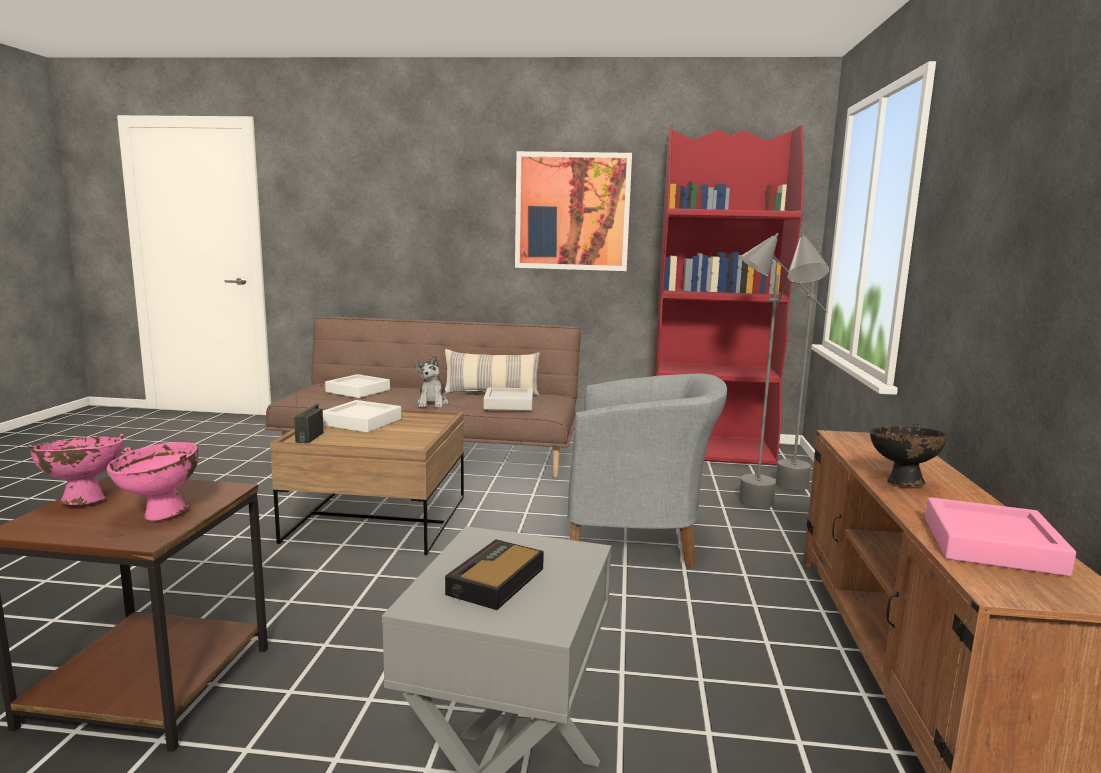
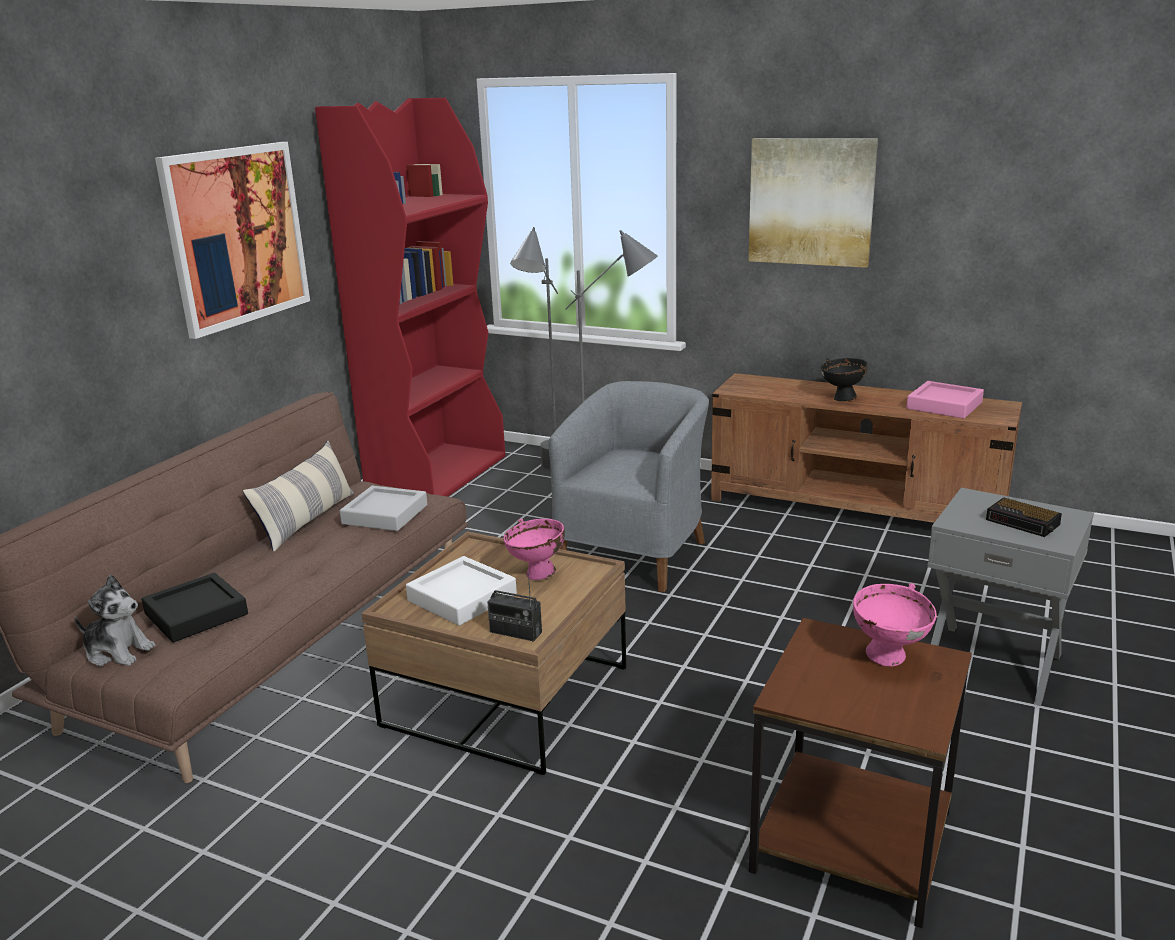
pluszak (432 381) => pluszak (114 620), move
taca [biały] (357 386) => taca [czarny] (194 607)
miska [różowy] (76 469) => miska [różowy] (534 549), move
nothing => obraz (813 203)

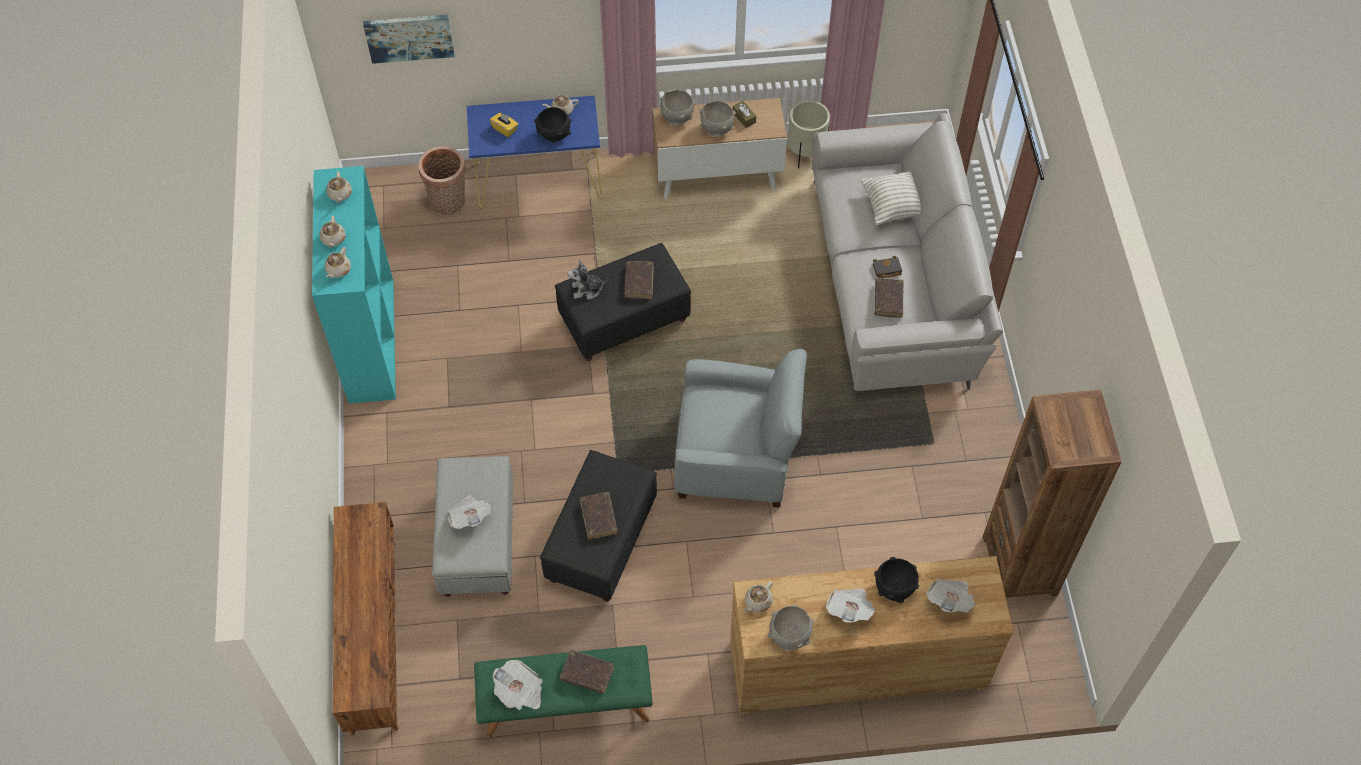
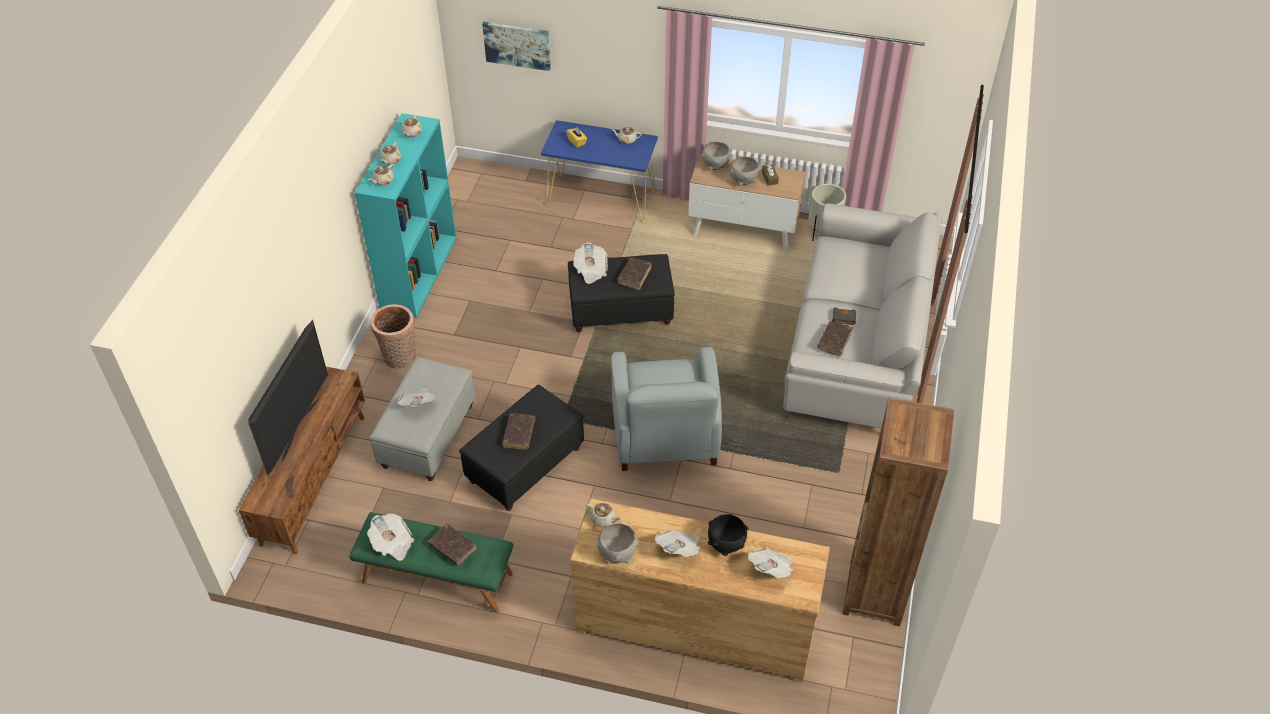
nothing => telewizor (288 398)
koszyk (442 181) => koszyk (393 336), move
pluszak (588 279) => gazeta (590 263)
imbryk [beżowy] (758 596) => imbryk [beżowy] (603 514), 120 degrees counterclockwise
fotel [szary] (740 428) => fotel [szary] (666 409), 60 degrees clockwise
miska [czarny] (552 125) => nothing
poduszka (891 198) => nothing

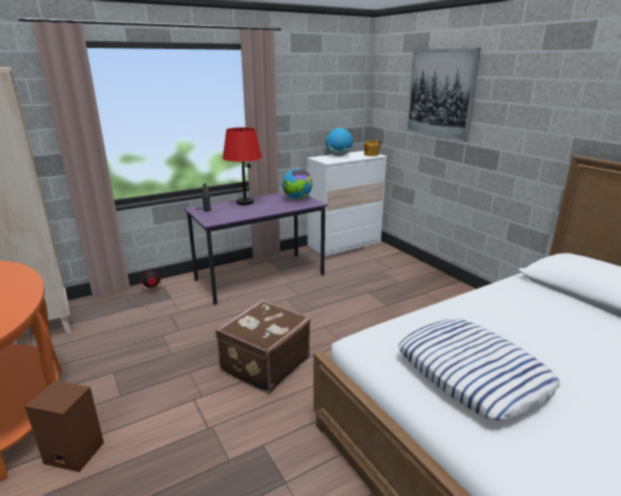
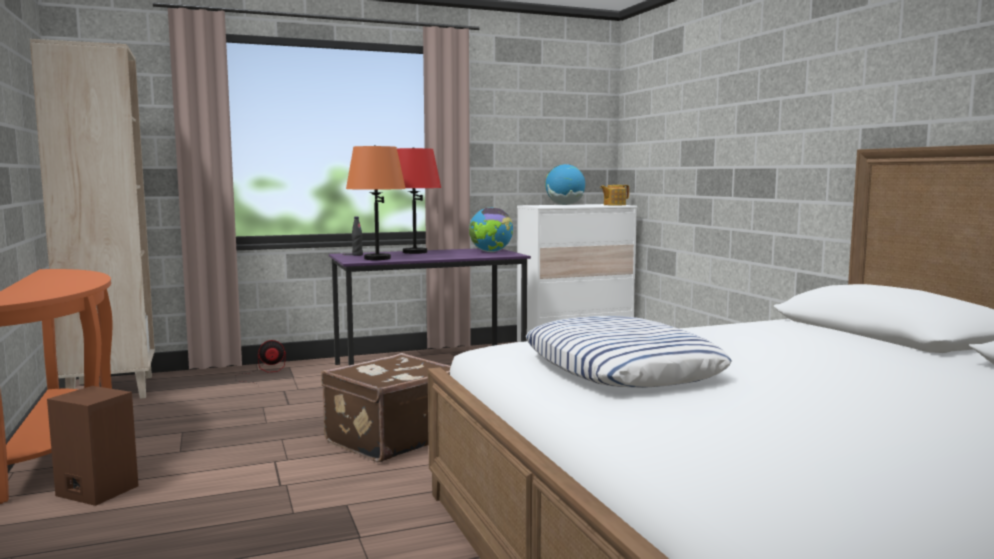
nothing => lampa stołowa [pomarańczowy] (376 202)
obraz (444 95) => nothing

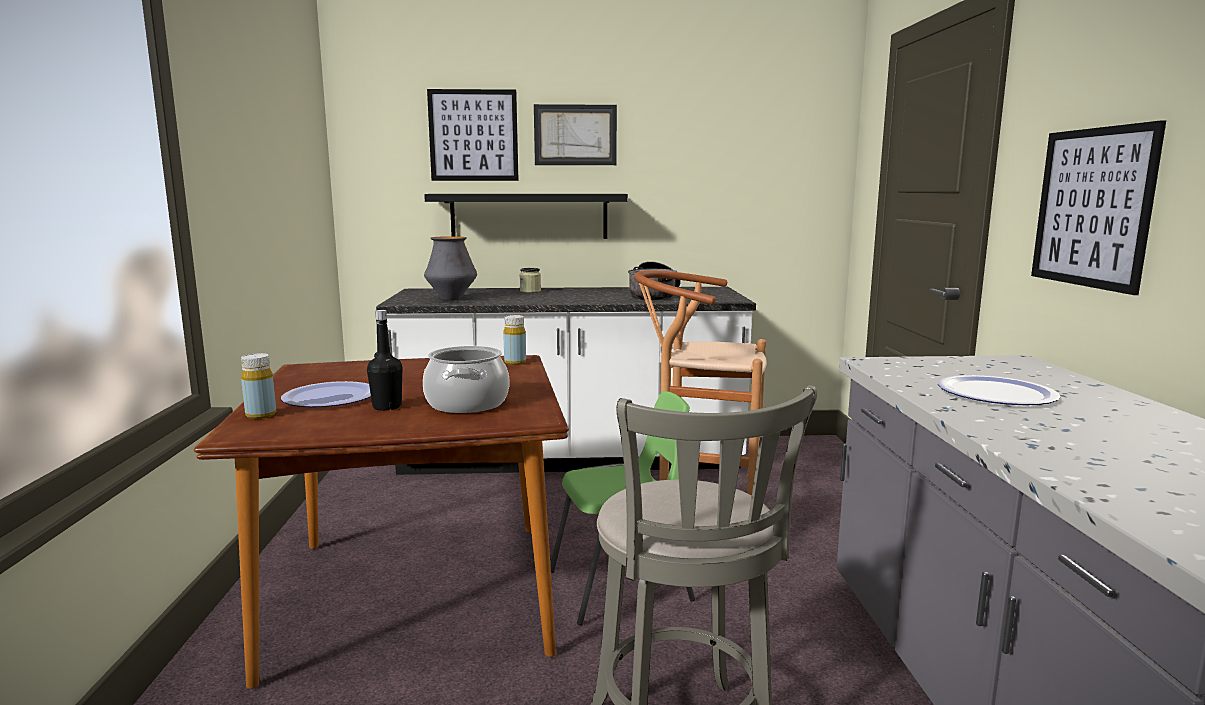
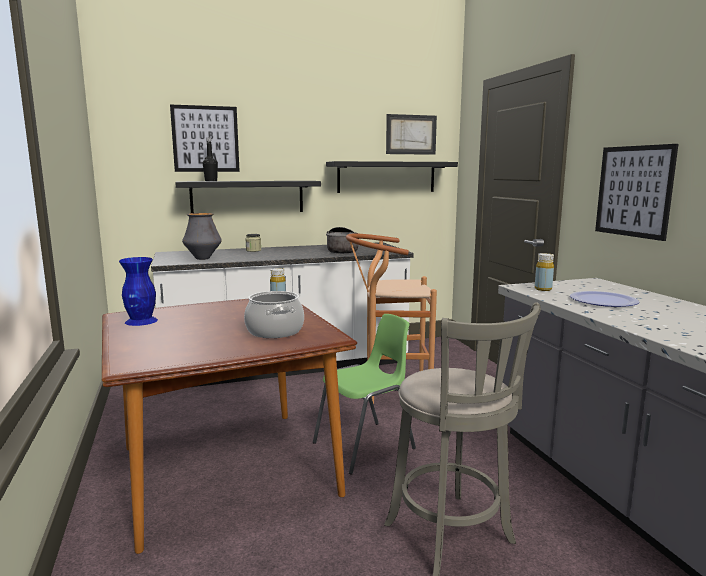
nothing => wazon [niebieski] (138 291)
butelka [czarny] (384 360) => butelka [czarny] (210 159), move
nothing => półka [czarny] (392 177)
obraz (575 134) => obraz (411 134), move
butelka [żółty] (258 386) => butelka [żółty] (544 272), move
talerz (326 394) => nothing

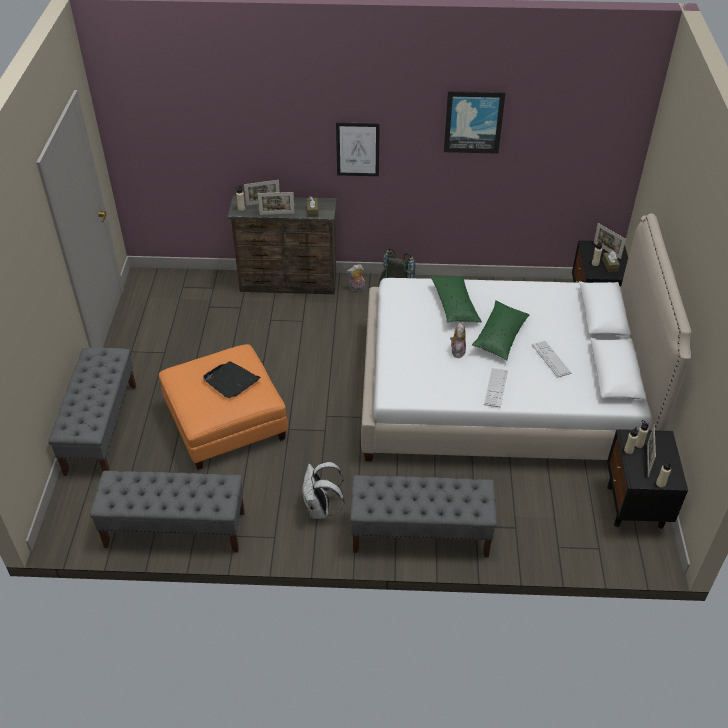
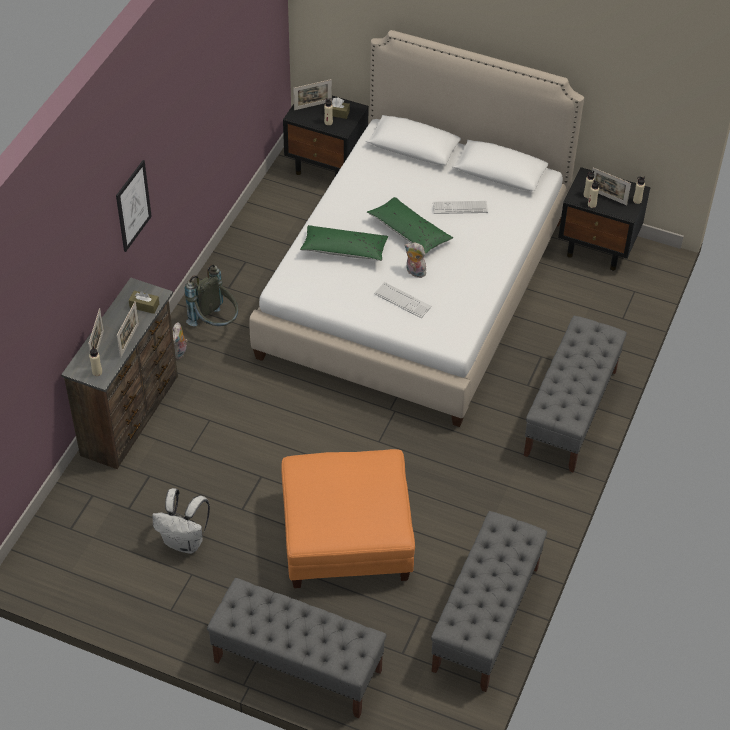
plecak [biały] (323 490) => plecak [biały] (181 521), move
klawiatura (496 387) => klawiatura (403 300), move
taca [czarny] (232 379) => nothing
obraz (474 122) => nothing

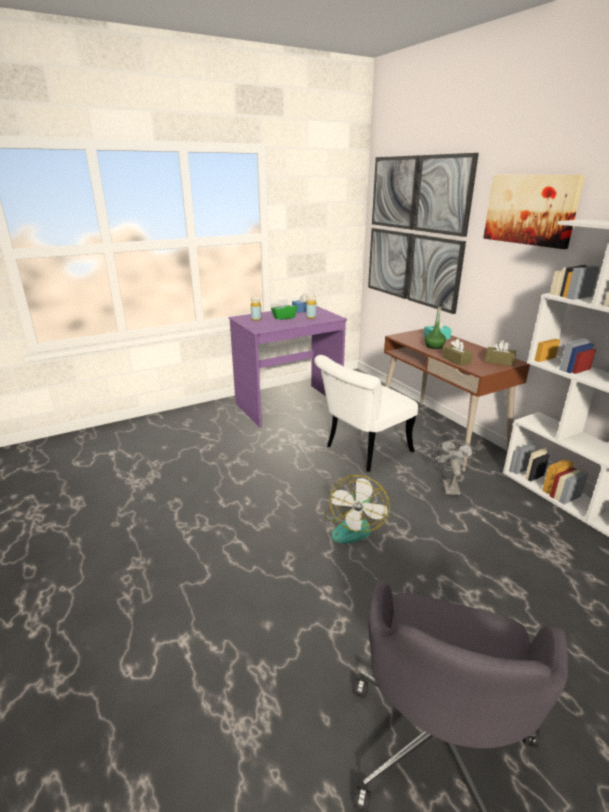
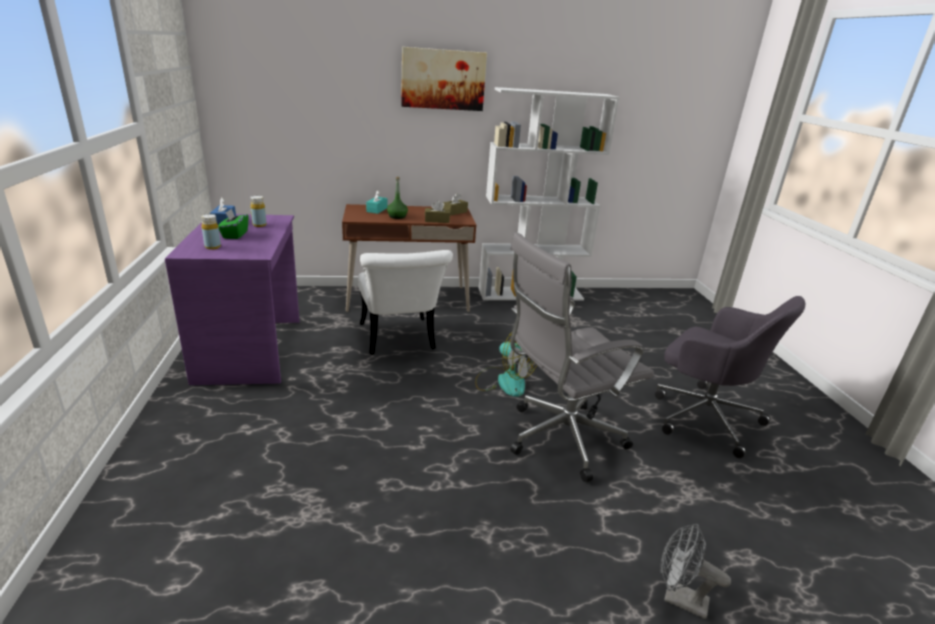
nothing => krzesło biurowe [szary] (582 357)
wentylator [szary] (453 467) => wentylator [szary] (696 571), move
obraz (423 233) => nothing

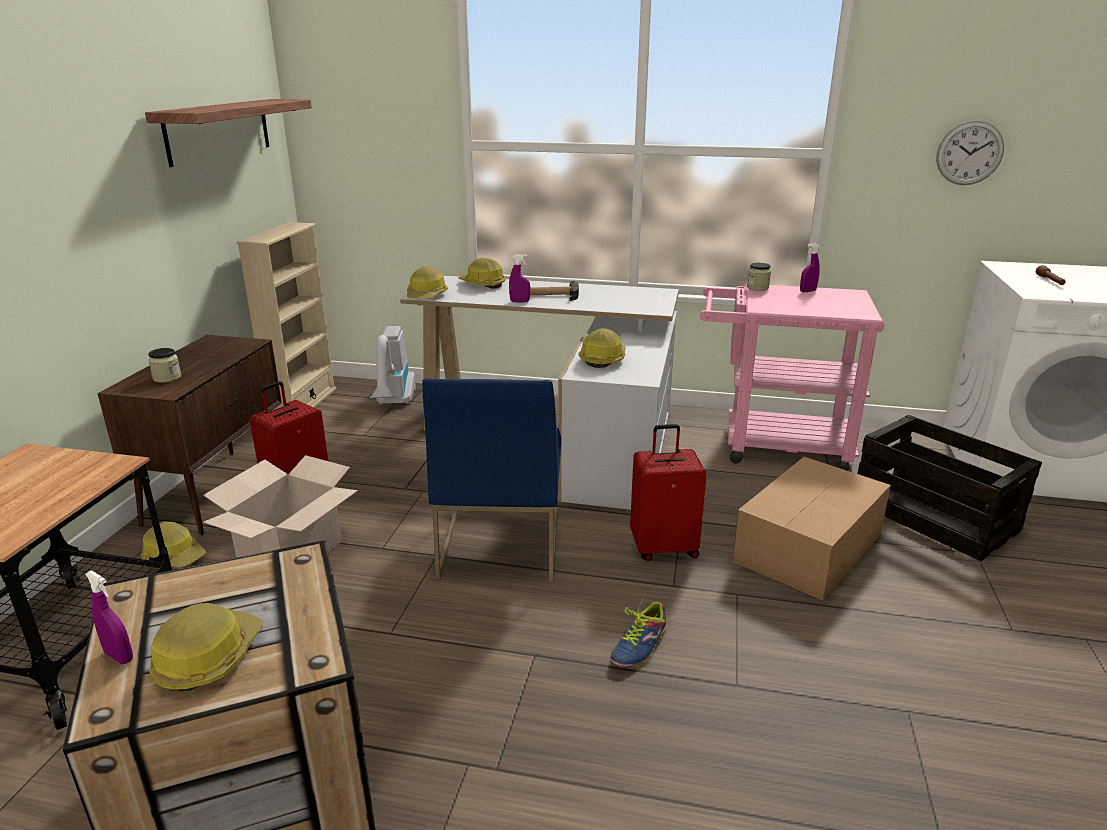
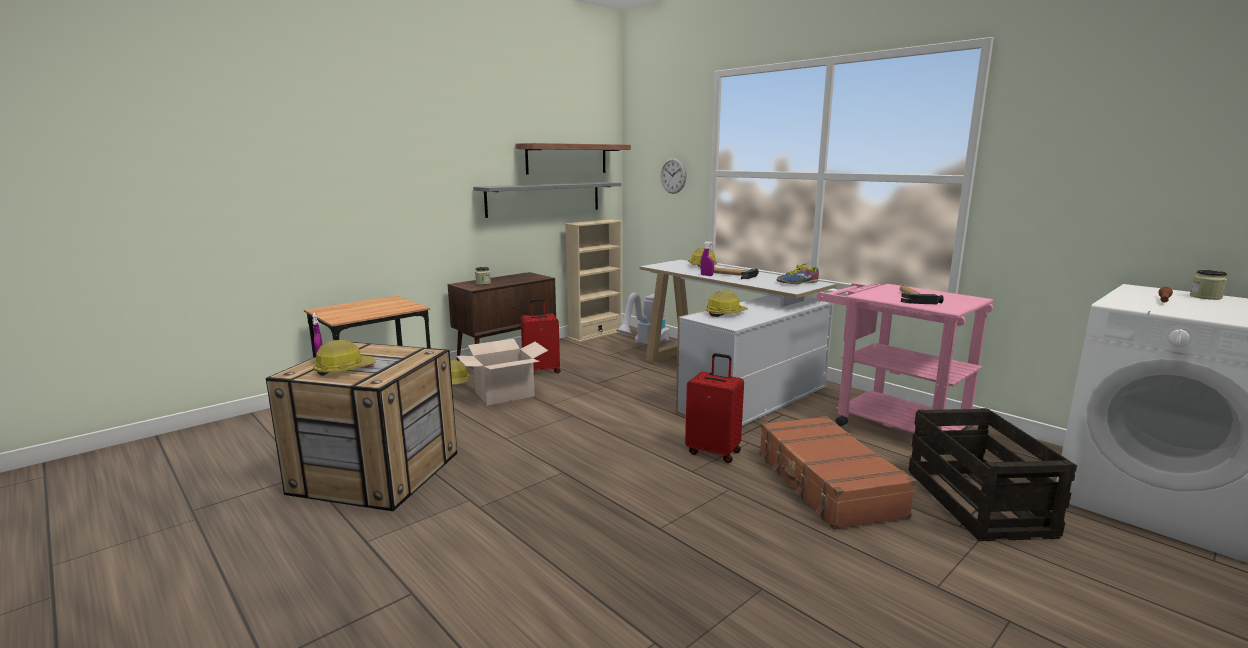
nothing => półka [szary] (547 200)
zegar ścienny (970 153) => zegar ścienny (673 175), move
karton (811 529) => walizka [brązowy] (837 473)
but (638 632) => but (798 273), move
nothing => młotek (922 294)
słoik (759 277) => słoik (1208 285), move
kask (427 282) => nothing
krzesło [niebieski] (491 480) => nothing
spryskiwacz [fioletowy] (810 267) => nothing

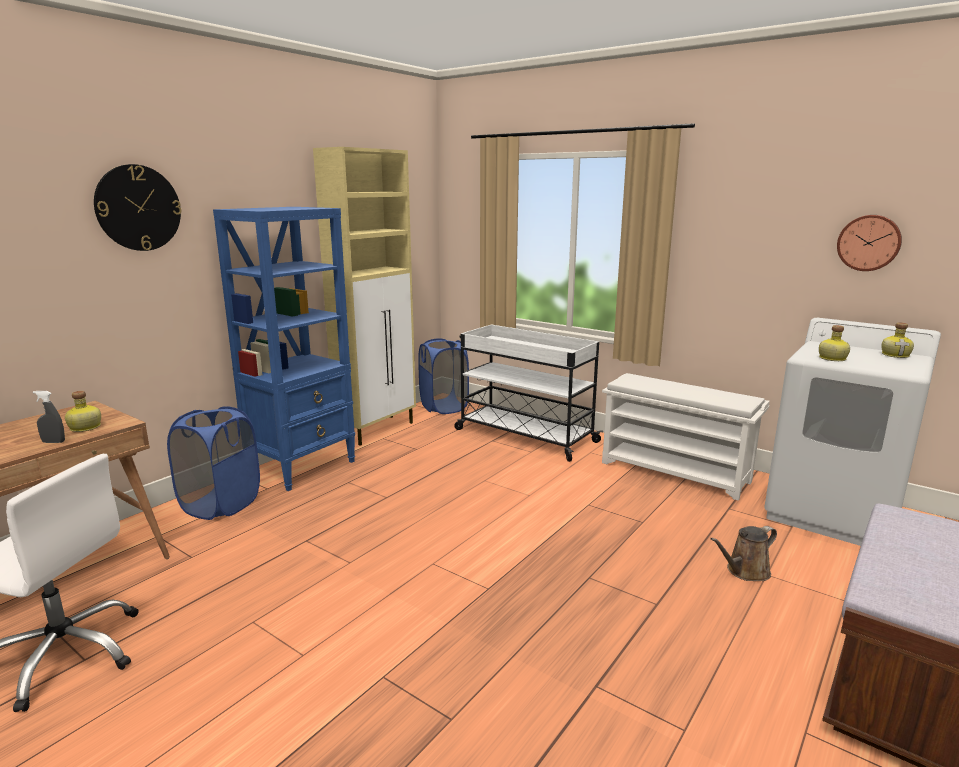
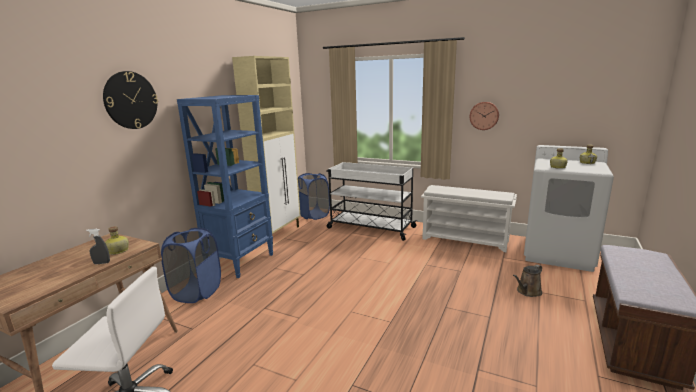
zegar ścienny (869 243) => zegar ścienny (484 116), move

